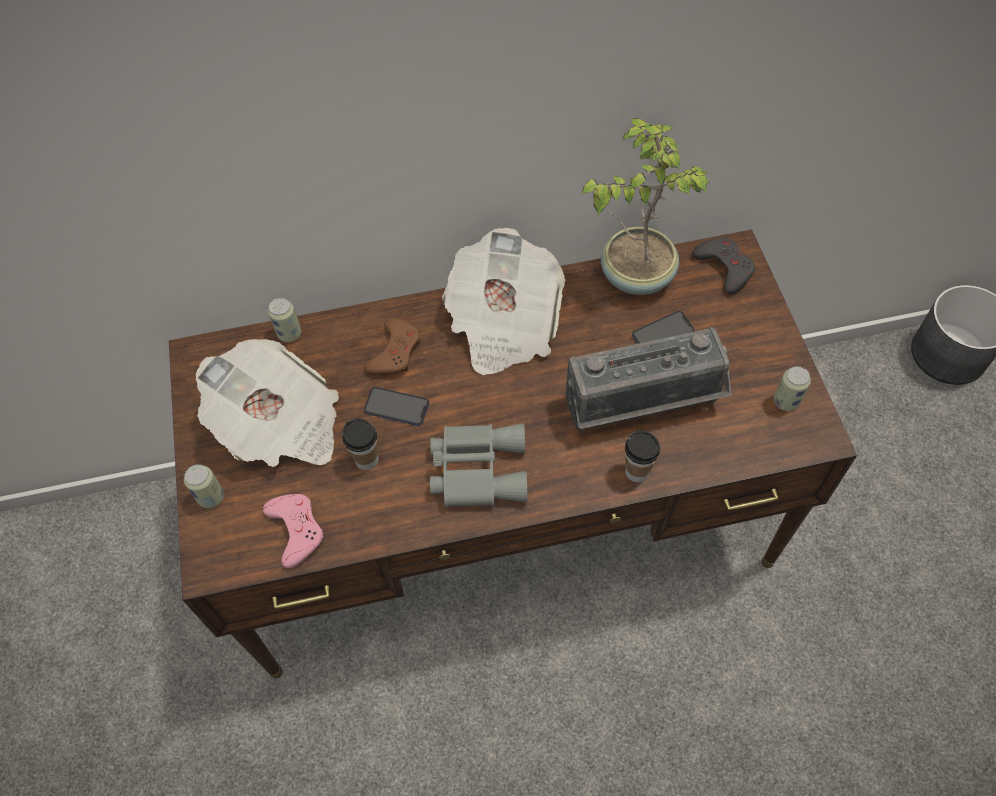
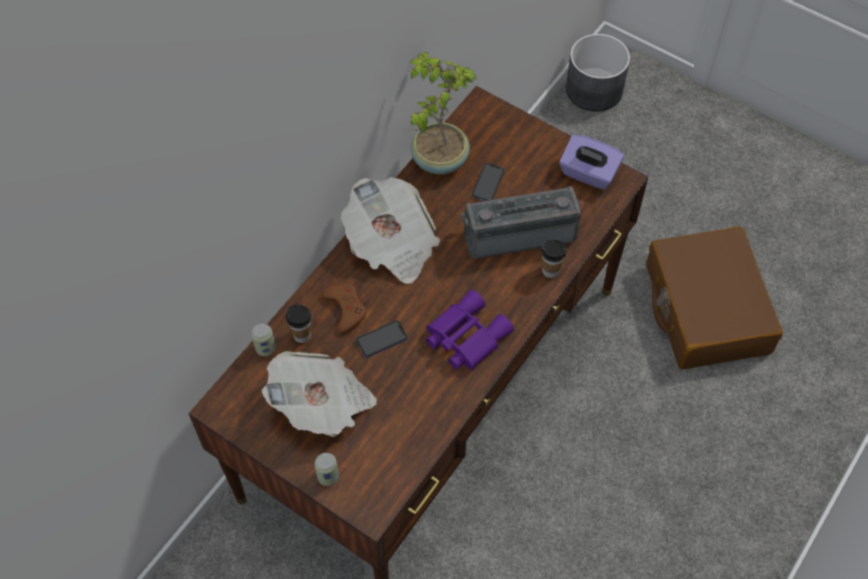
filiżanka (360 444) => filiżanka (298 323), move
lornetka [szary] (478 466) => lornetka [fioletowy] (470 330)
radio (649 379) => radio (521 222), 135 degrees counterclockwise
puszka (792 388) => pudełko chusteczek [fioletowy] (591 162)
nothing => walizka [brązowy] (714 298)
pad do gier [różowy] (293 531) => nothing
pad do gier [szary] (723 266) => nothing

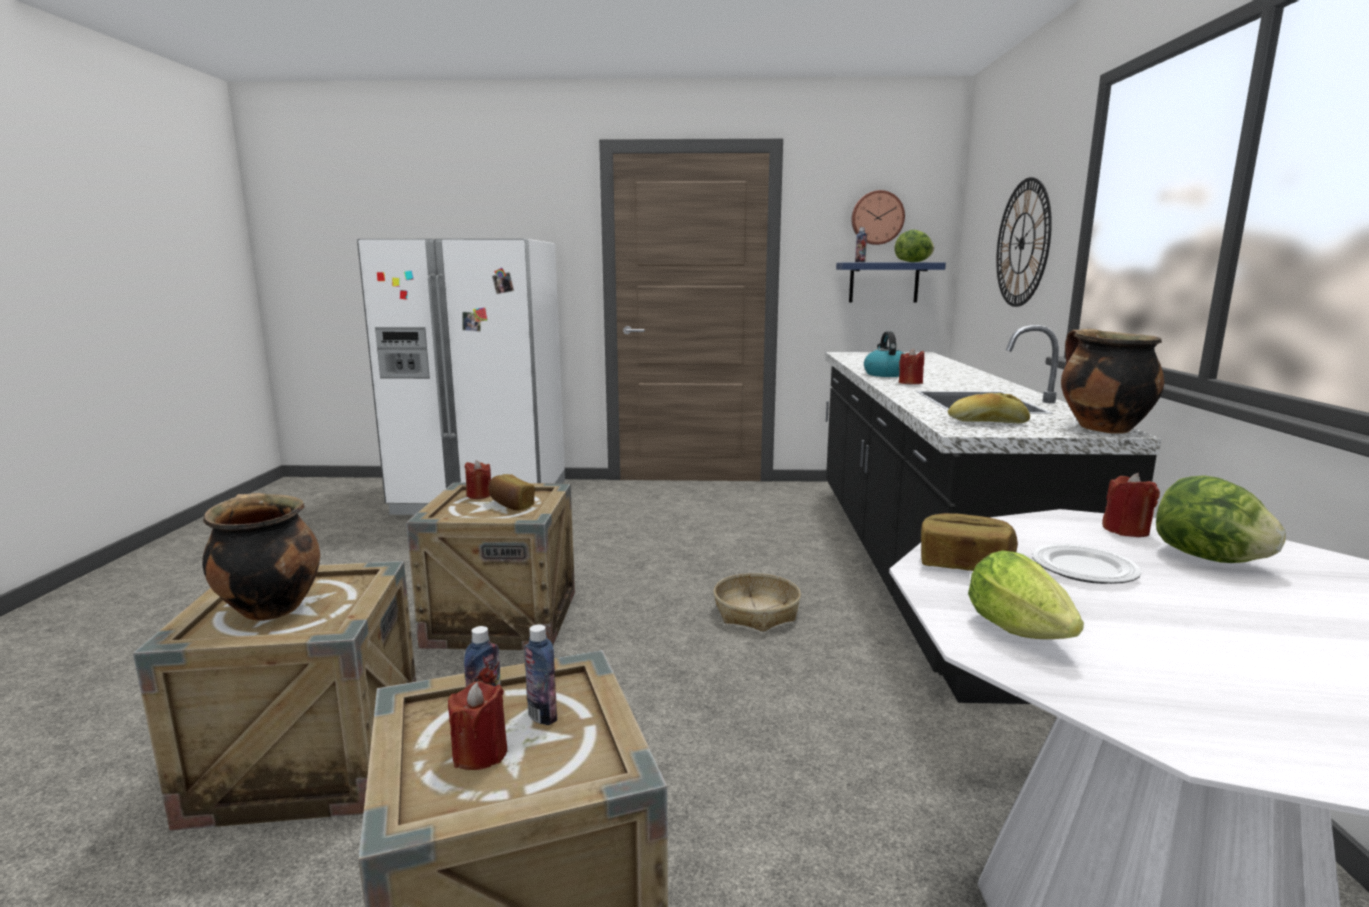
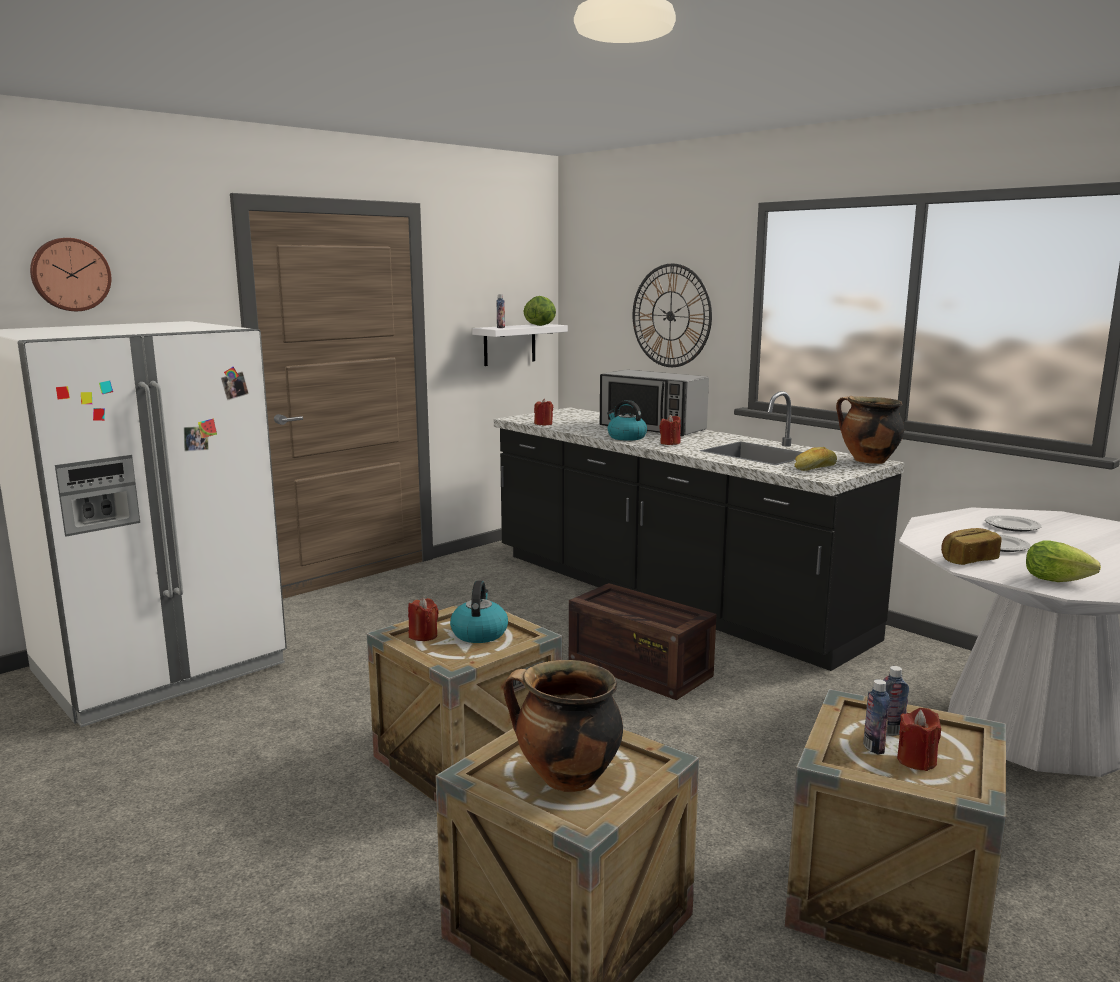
zegar ścienny (878 217) => zegar ścienny (70 274), move
chleb (511 492) => czajnik (479 611)
półka [niebieski] (891 283) => półka [biały] (520 345)
świeca [czerwony] (1131 505) => świeca [czerwony] (543 412), move
koszyk (757 602) => skrzynka (642 641)
nothing => mikrofalówka (654 403)
sałata (1221 519) => talerz (1013 523)

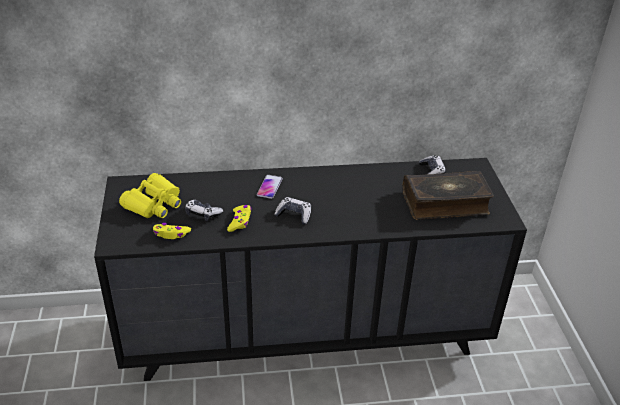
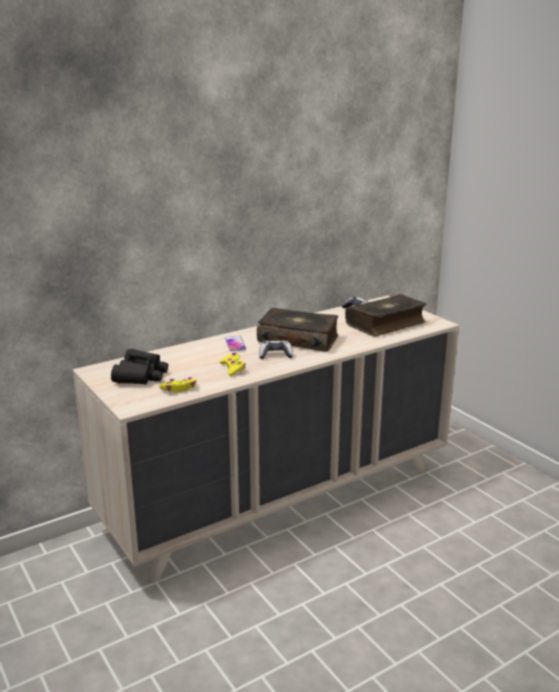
komoda [czarny] (310 269) => komoda [beżowy] (266 438)
lornetka [żółty] (150 195) => lornetka [czarny] (139 367)
nothing => książka (297 330)
pad do gier (204 210) => nothing

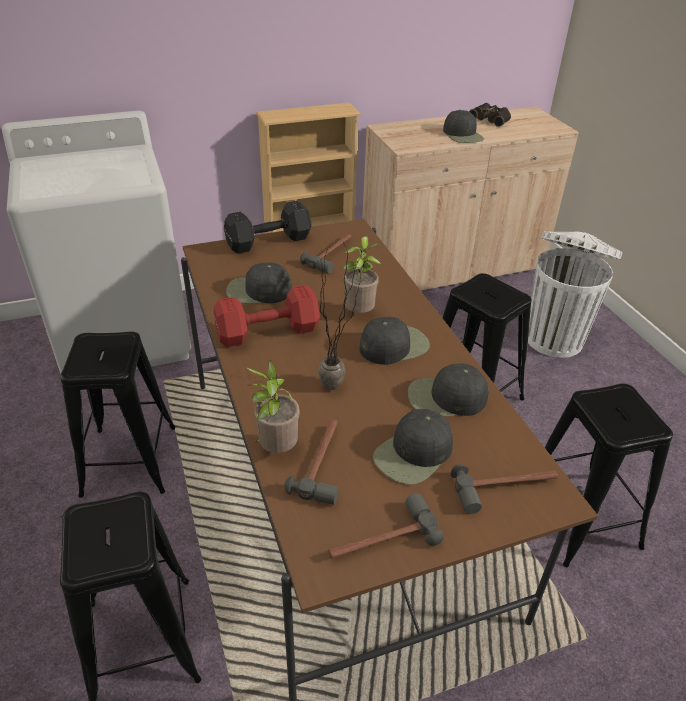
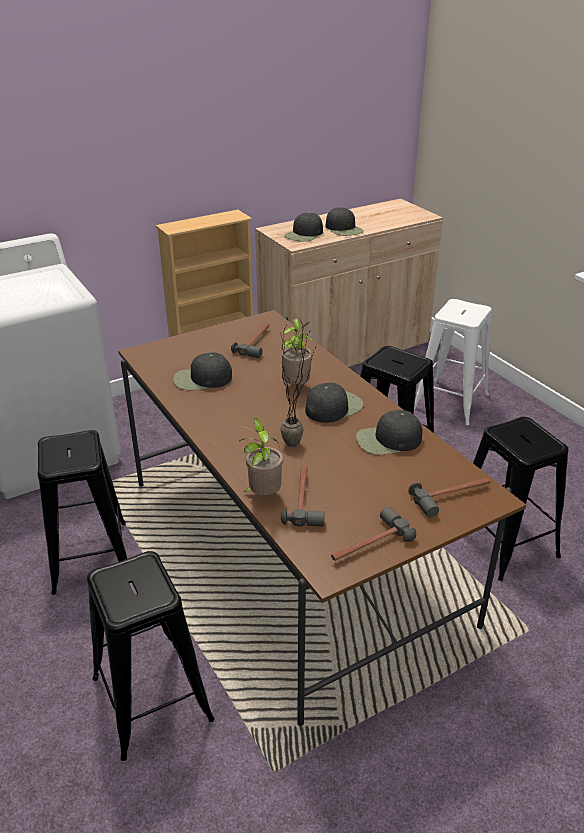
czapka z daszkiem [czarny] (413 446) => czapka z daszkiem [czarny] (303 227), move
kosz na śmieci [biały] (575 294) => stołek [biały] (453 362)
hantel [czerwony] (267 316) => nothing
hantel [czarny] (268 227) => nothing
lornetka (490 115) => nothing

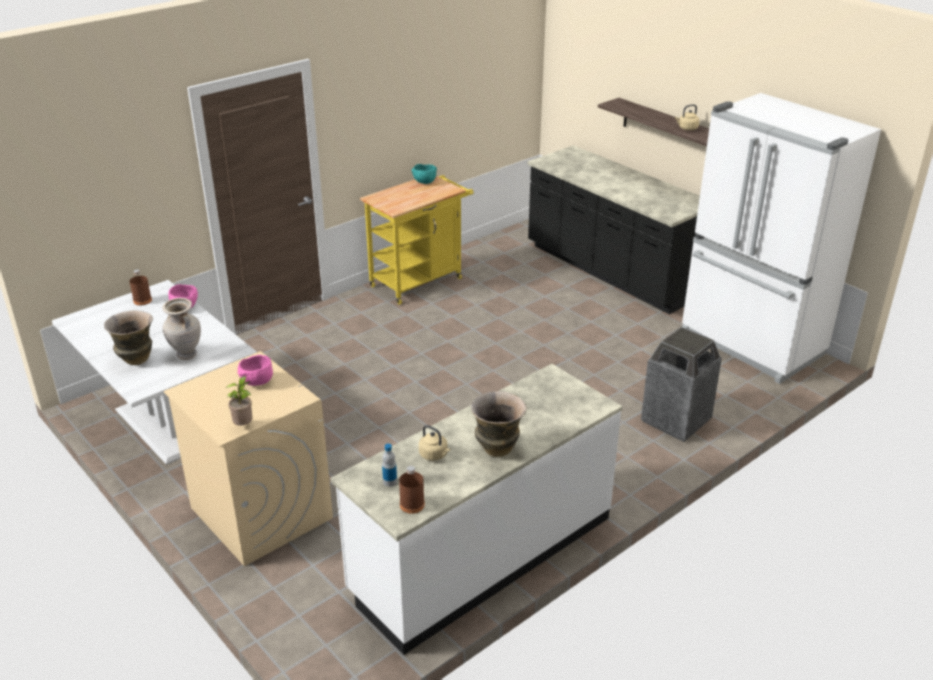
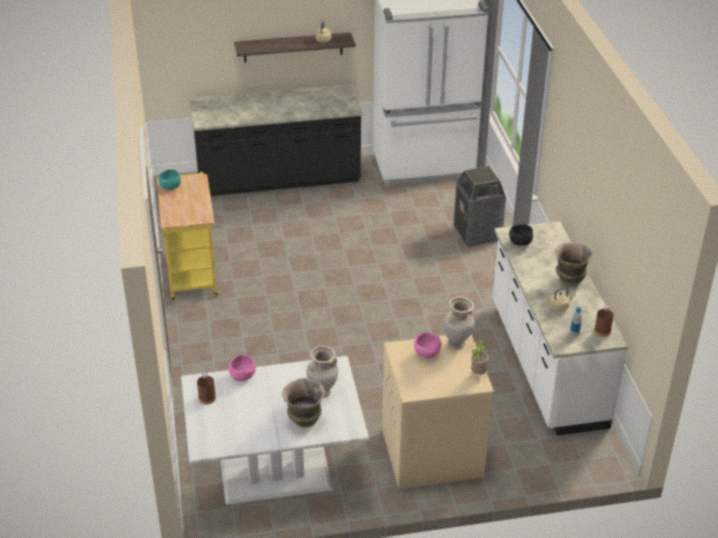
nothing => wazon [beżowy] (459 323)
nothing => miska [czarny] (521 235)

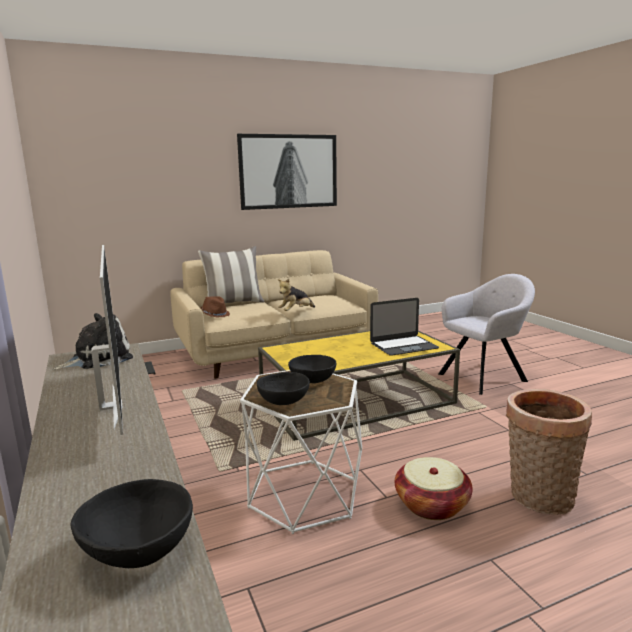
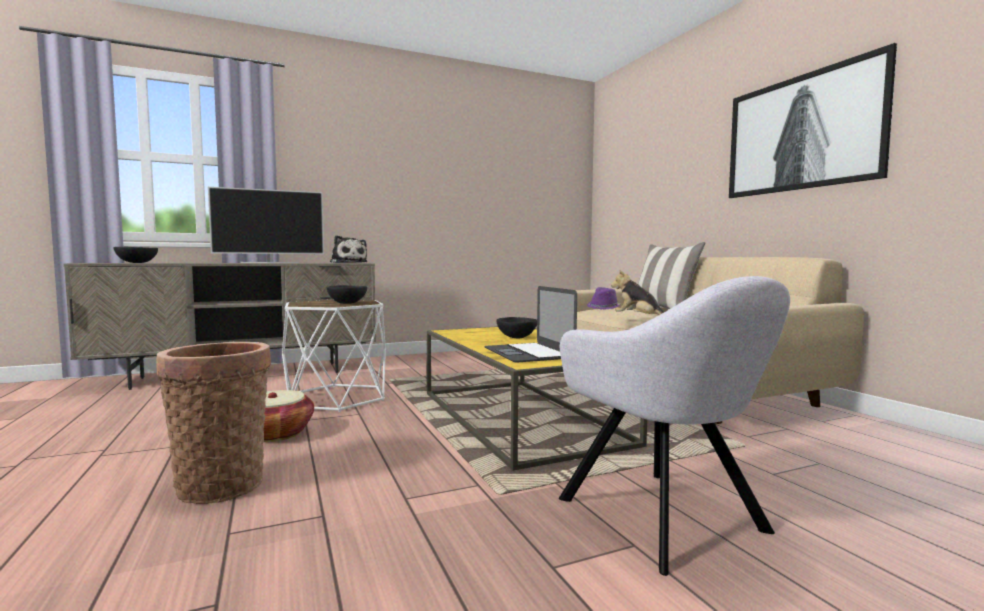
miska [czarny] (283 388) => miska [czarny] (516 327), move
kapelusz [brązowy] (215 307) => kapelusz [fioletowy] (604 298)

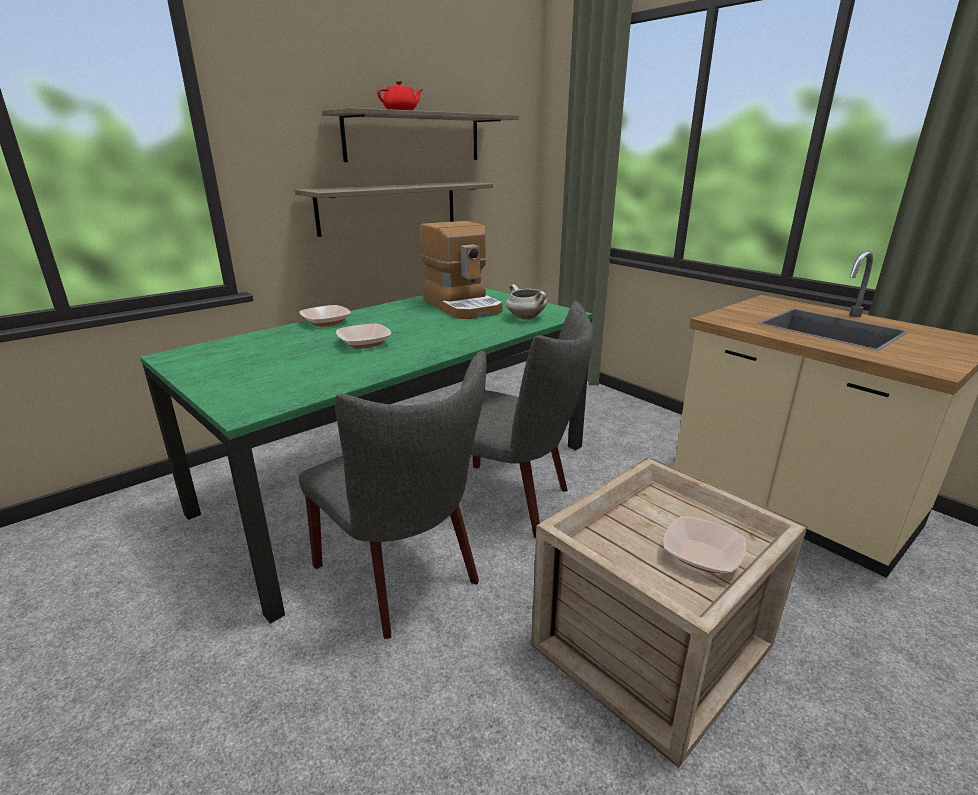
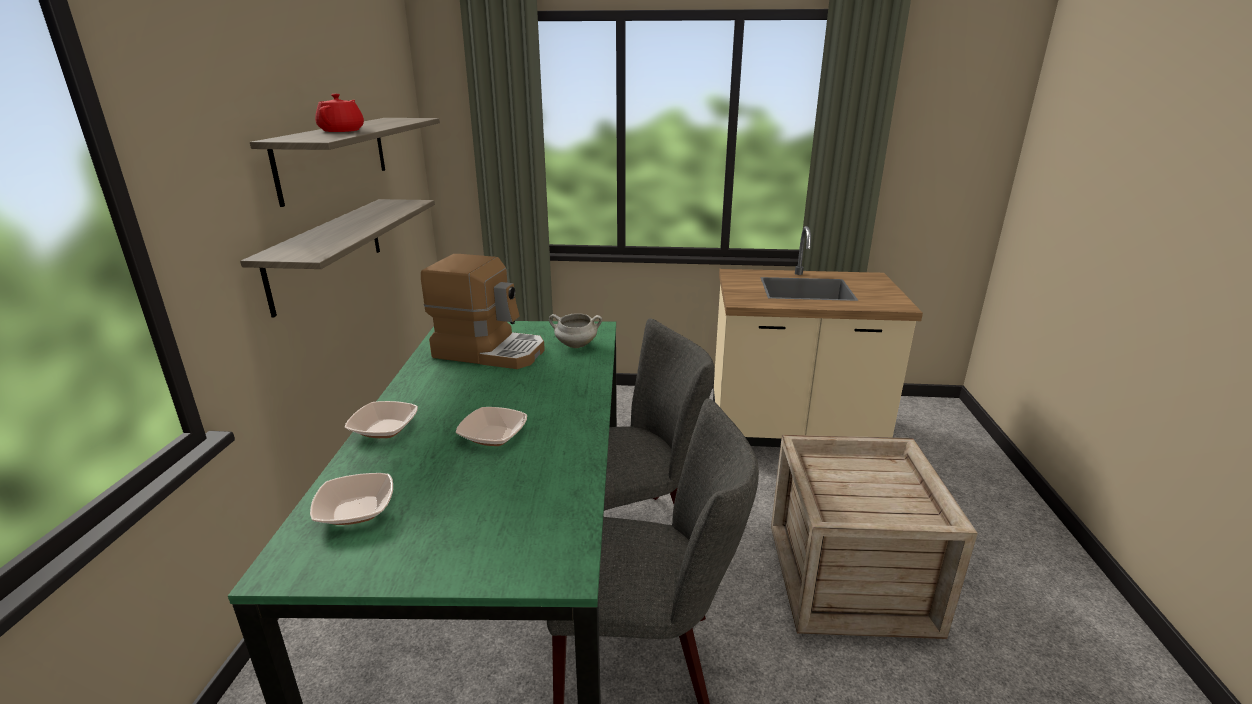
miska (704 544) => miska (351 499), move

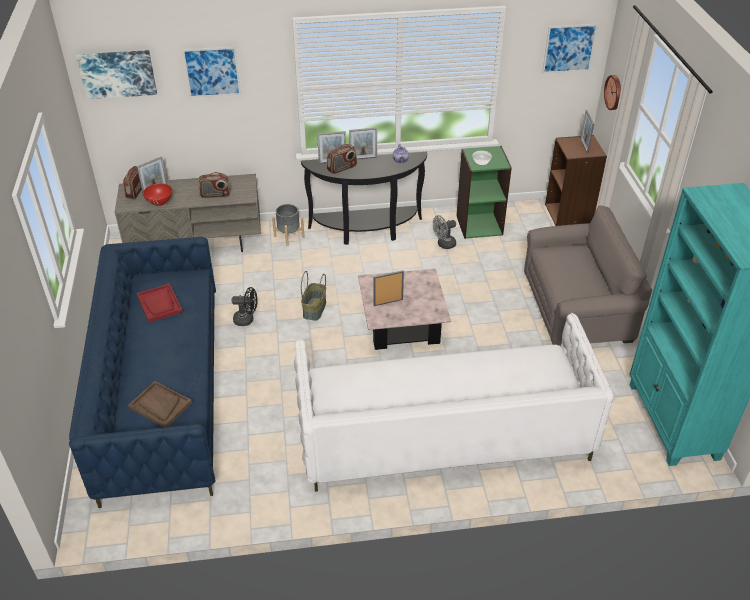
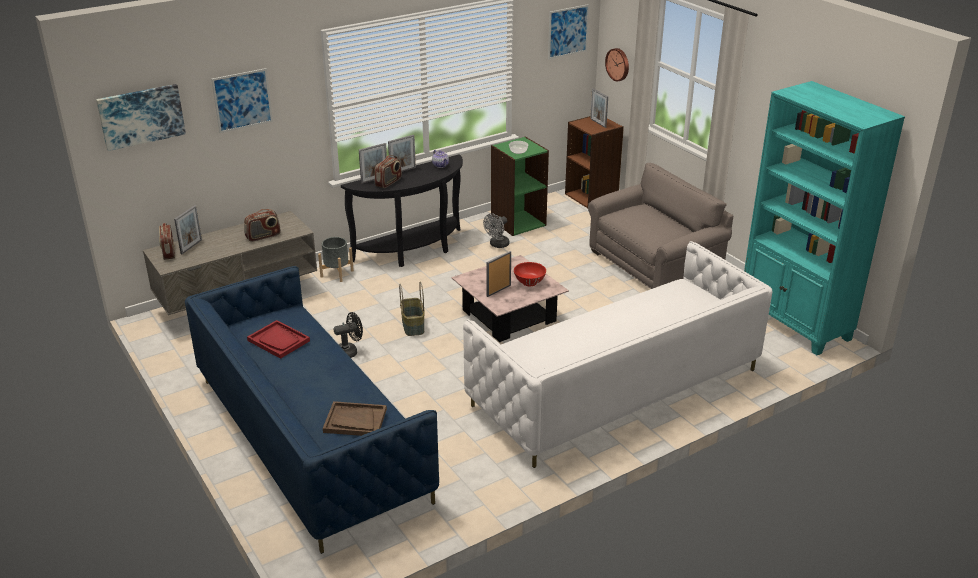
miska [czerwony] (157 194) => miska [czerwony] (530 274), move

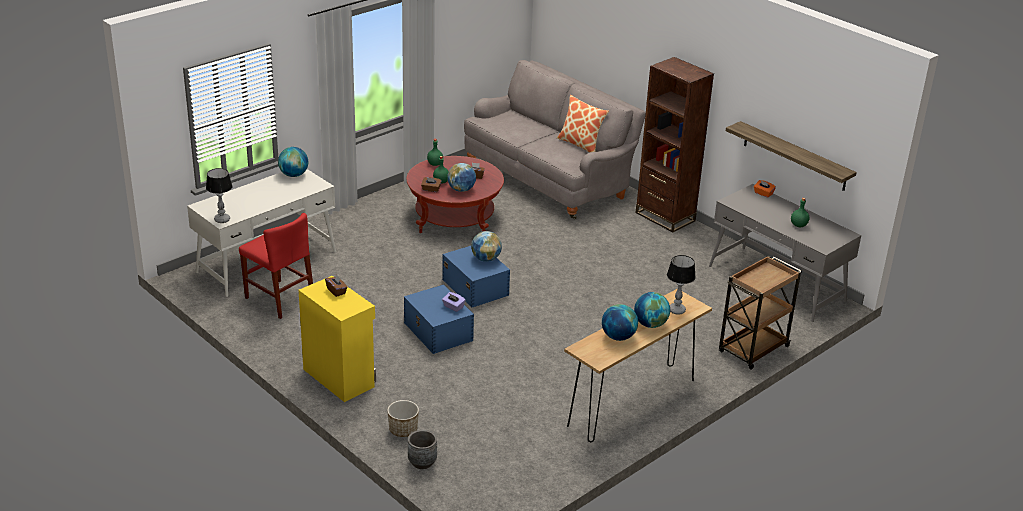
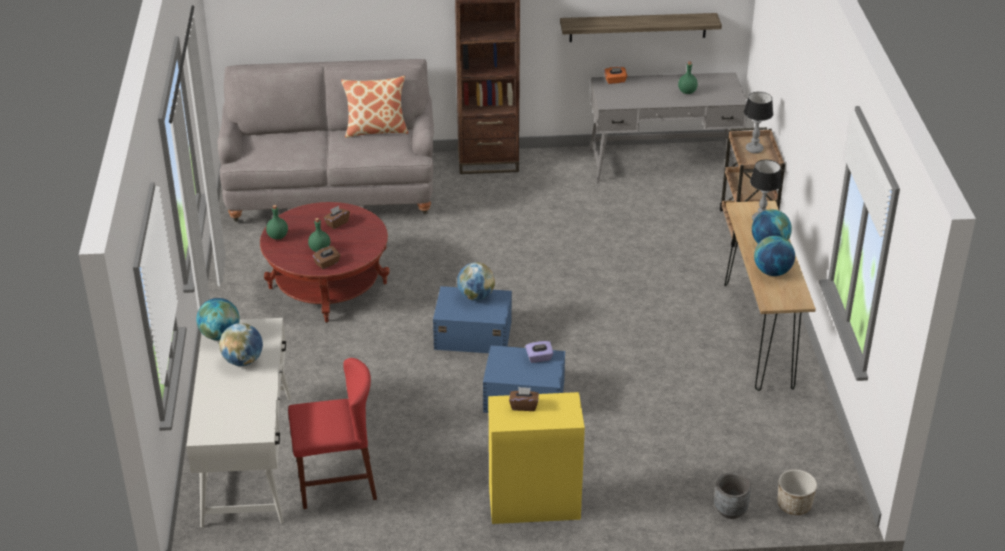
globus (461 177) => globus (241 344), move
lampa stołowa (219 195) => lampa stołowa (758 122), move
donica (403 418) => donica (797 492), move

